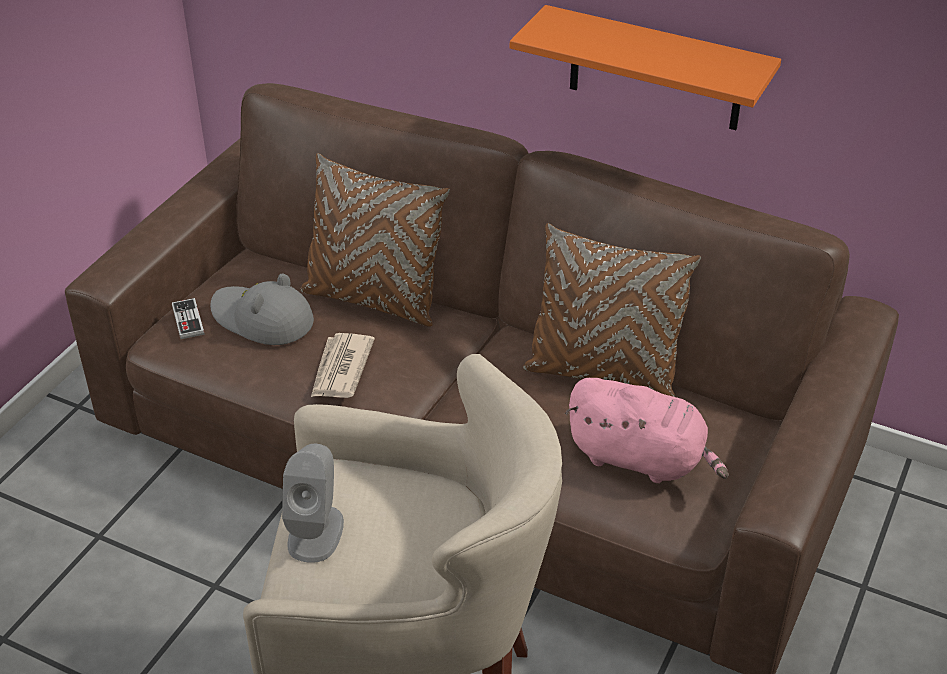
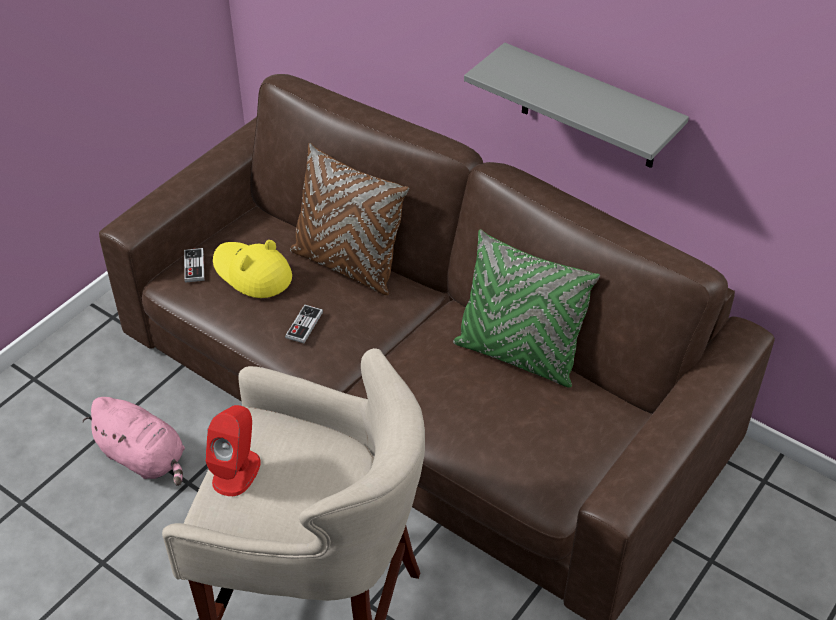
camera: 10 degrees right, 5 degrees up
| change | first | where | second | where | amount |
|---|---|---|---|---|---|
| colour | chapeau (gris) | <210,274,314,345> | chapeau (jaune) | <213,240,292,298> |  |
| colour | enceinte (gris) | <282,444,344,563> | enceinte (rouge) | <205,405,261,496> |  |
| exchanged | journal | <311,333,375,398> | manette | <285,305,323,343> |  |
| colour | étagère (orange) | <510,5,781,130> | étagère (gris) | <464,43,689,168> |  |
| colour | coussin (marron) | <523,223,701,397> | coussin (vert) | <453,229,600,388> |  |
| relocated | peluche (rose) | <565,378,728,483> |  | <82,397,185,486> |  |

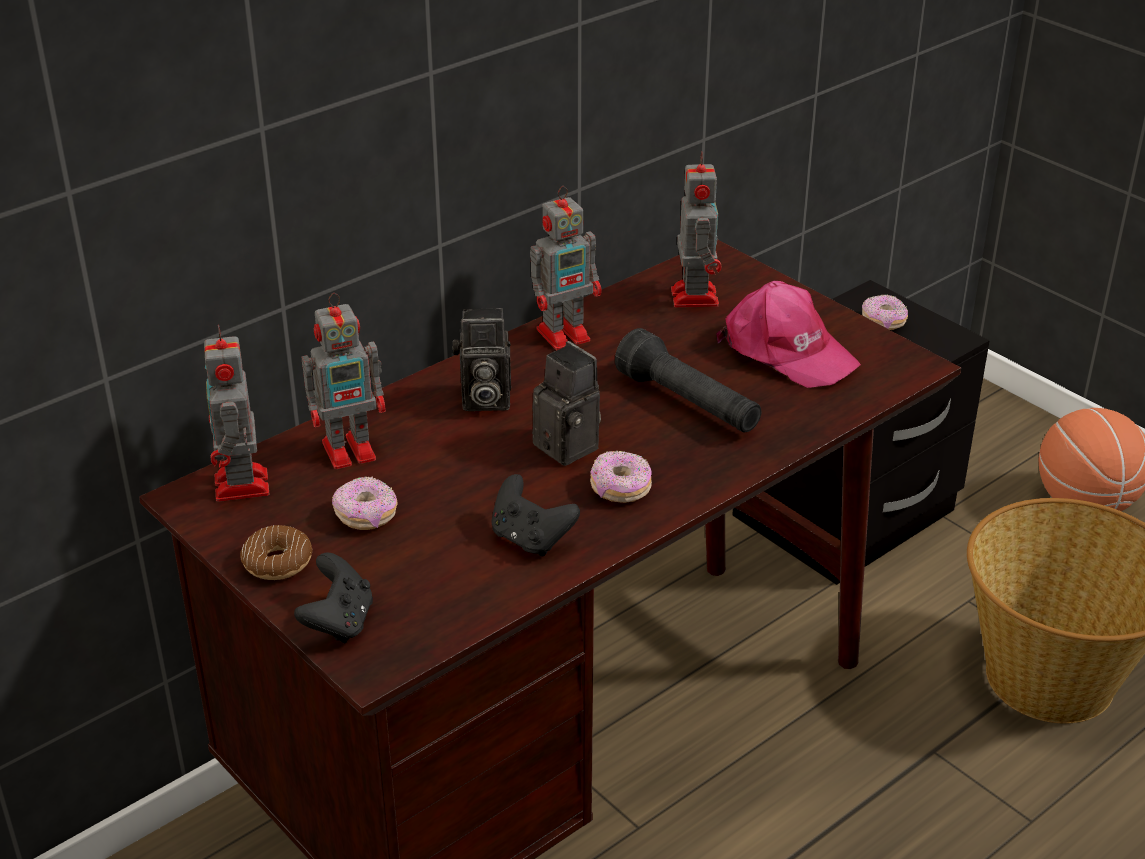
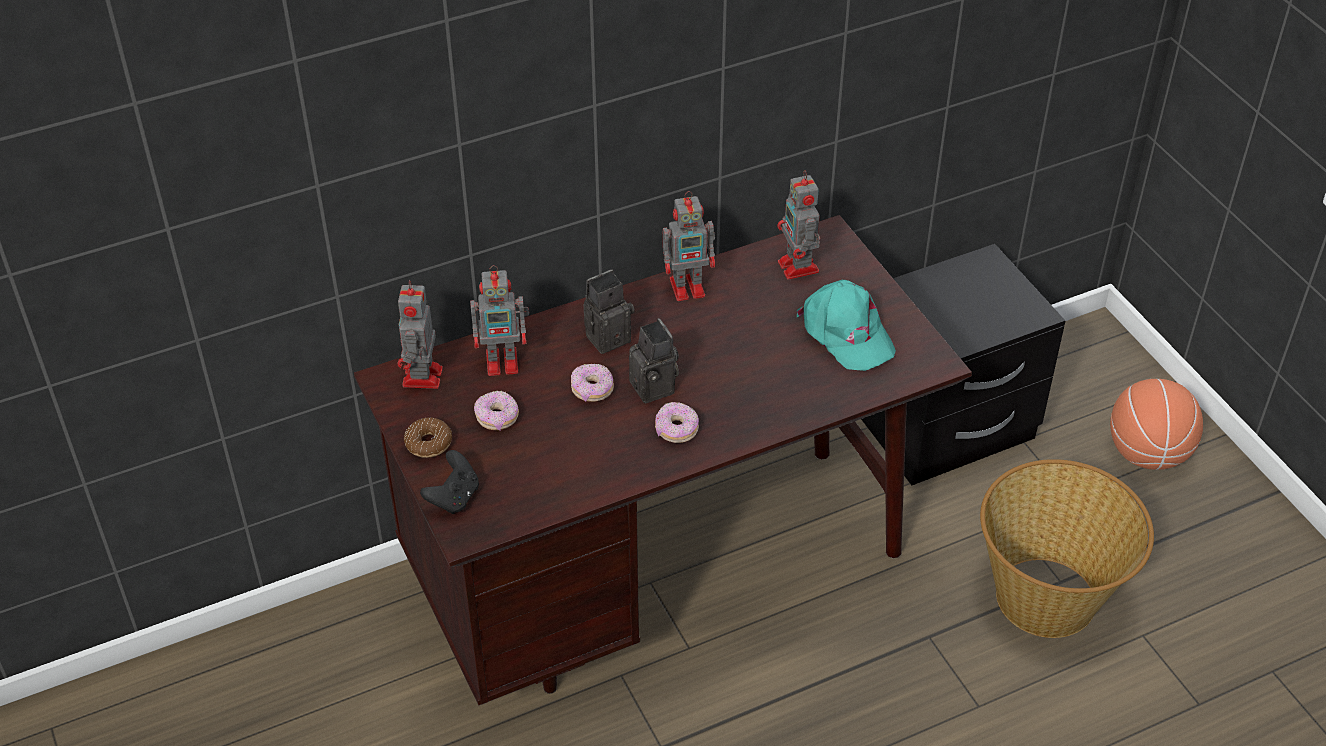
camera: 15 degrees right, 10 degrees up
| change | first | where | second | where | amount |
|---|---|---|---|---|---|
| spun | appareil photo | <453,308,511,411> |  | <584,270,635,354> | 135 degrees clockwise |
| missing | manette (noir) | <491,474,580,557> |  |  |  |
| missing | lampe de poche (noir) | <615,328,761,432> |  |  |  |
| spun | robot jouet | <671,151,721,308> |  | <777,170,820,280> | 150 degrees clockwise |
| colour | casquette (rose) | <716,281,861,388> | casquette (turquoise) | <797,280,896,371> |  |
| relocated | beignet | <862,295,908,330> |  | <571,364,614,402> |  |

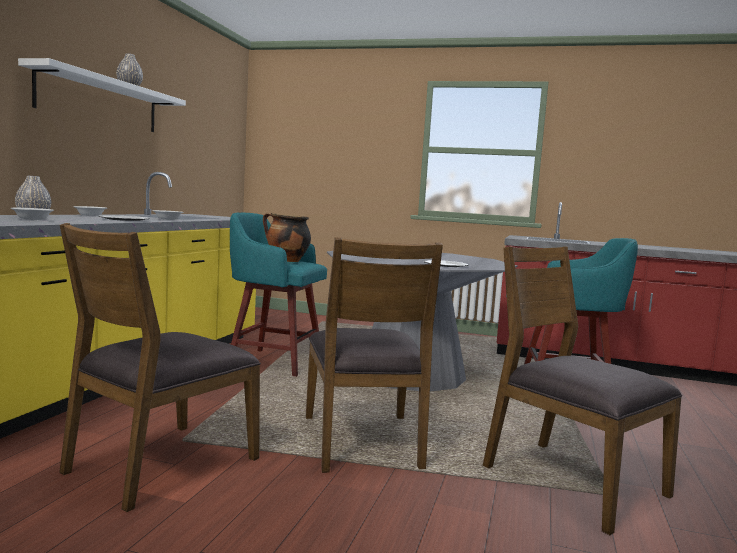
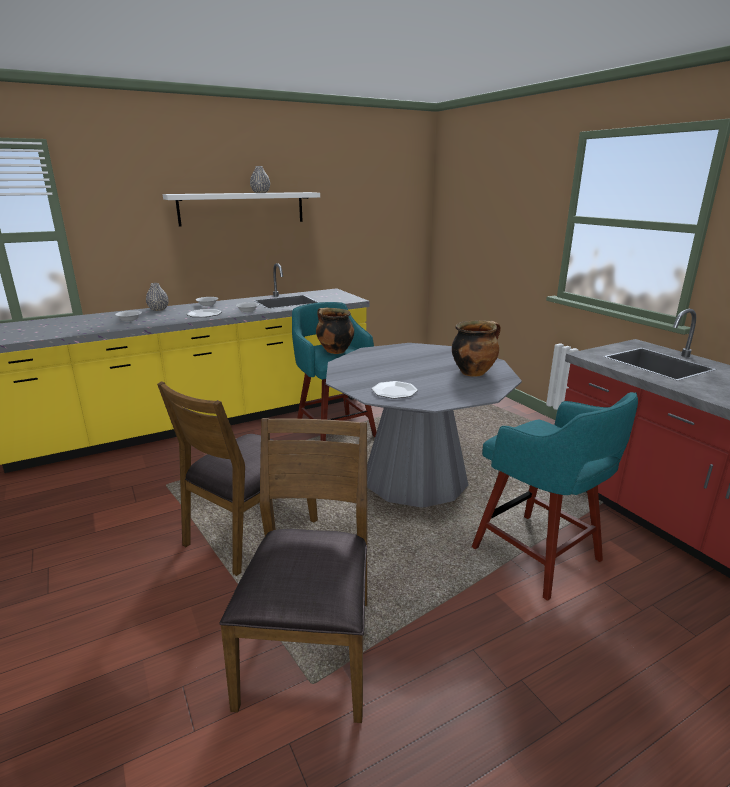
camera: 45 degrees right, 15 degrees up
| change | first | where | second | where | amount |
|---|---|---|---|---|---|
| missing | chaise (marron) | <59,223,261,512> |  |  |  |
| appeared |  |  | marmite | <452,320,501,377> |  |

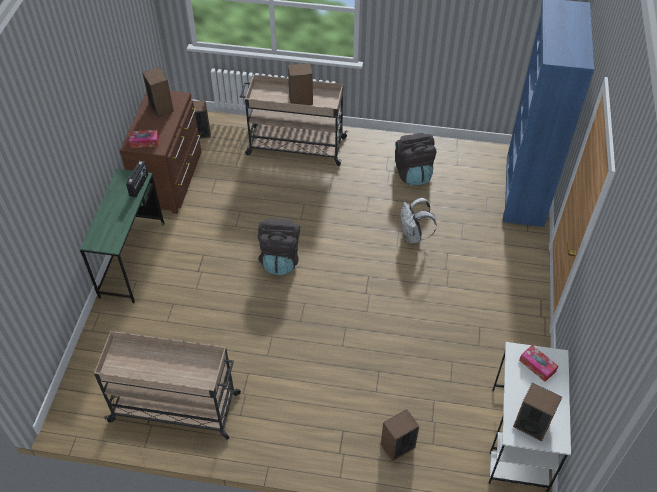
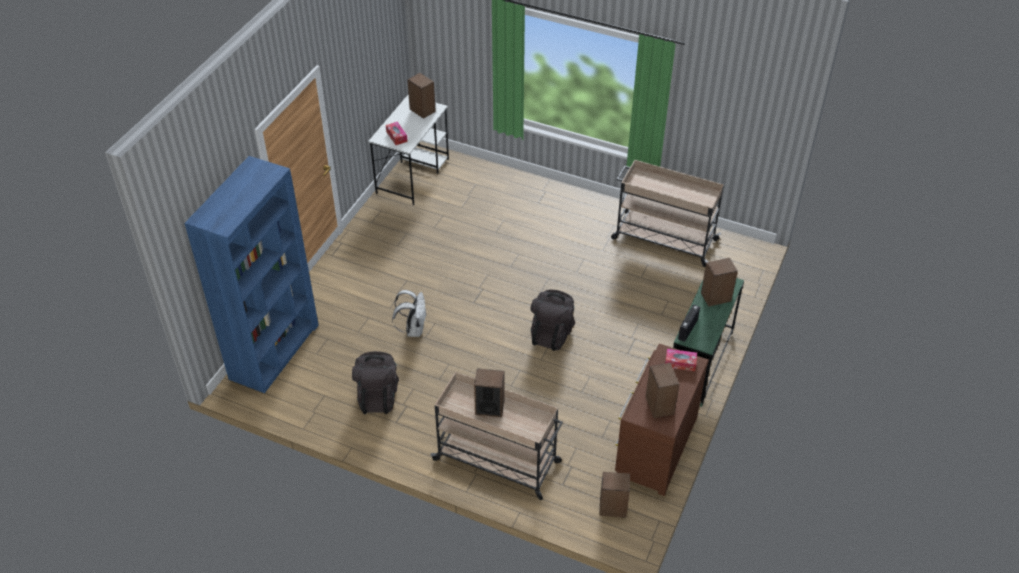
camera: 165 degrees left, 5 degrees down
| change | first | where | second | where | amount |
|---|---|---|---|---|---|
| relocated | enceinte | <381,409,419,461> |  | <701,258,738,307> |  |

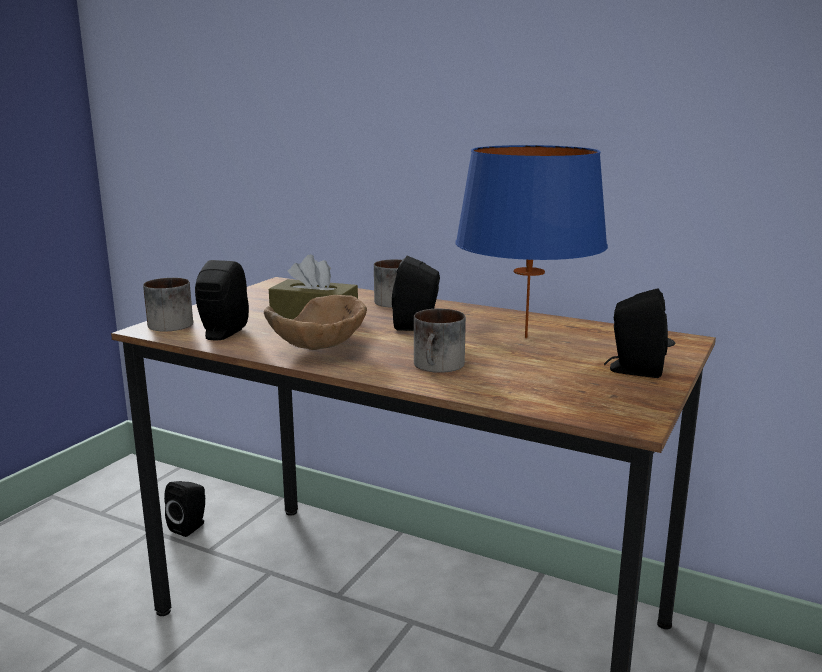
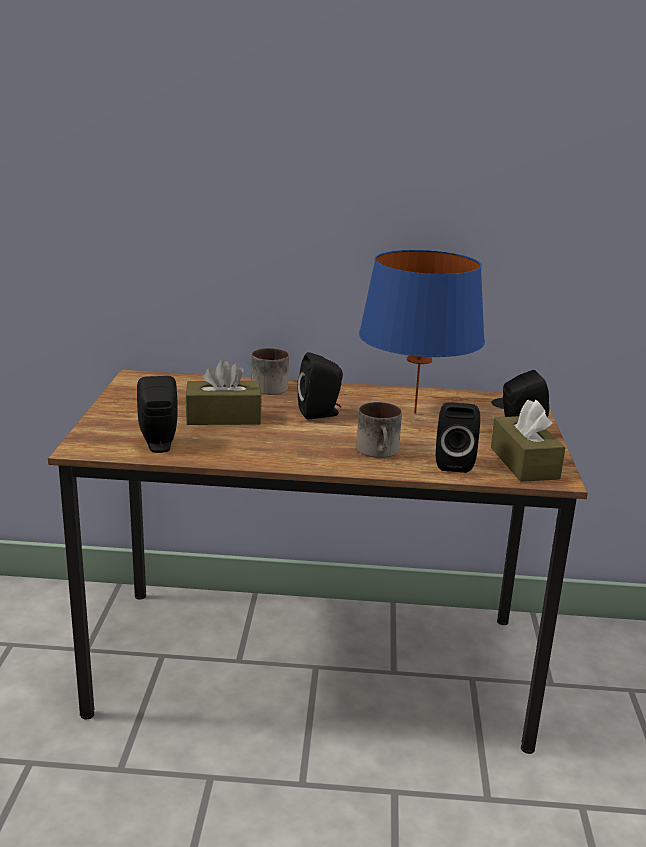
camera: 25 degrees left, 5 degrees up
| change | first | where | second | where | amount |
|---|---|---|---|---|---|
| missing | mug | <143,278,193,332> |  |  |  |
| relocated | enceinte (noir) | <164,481,205,537> |  | <436,402,480,473> |  |
| missing | bol (marron) | <264,295,367,350> |  |  |  |
| appeared |  |  | boîte à mouchoirs (marron) | <491,400,565,482> |  |

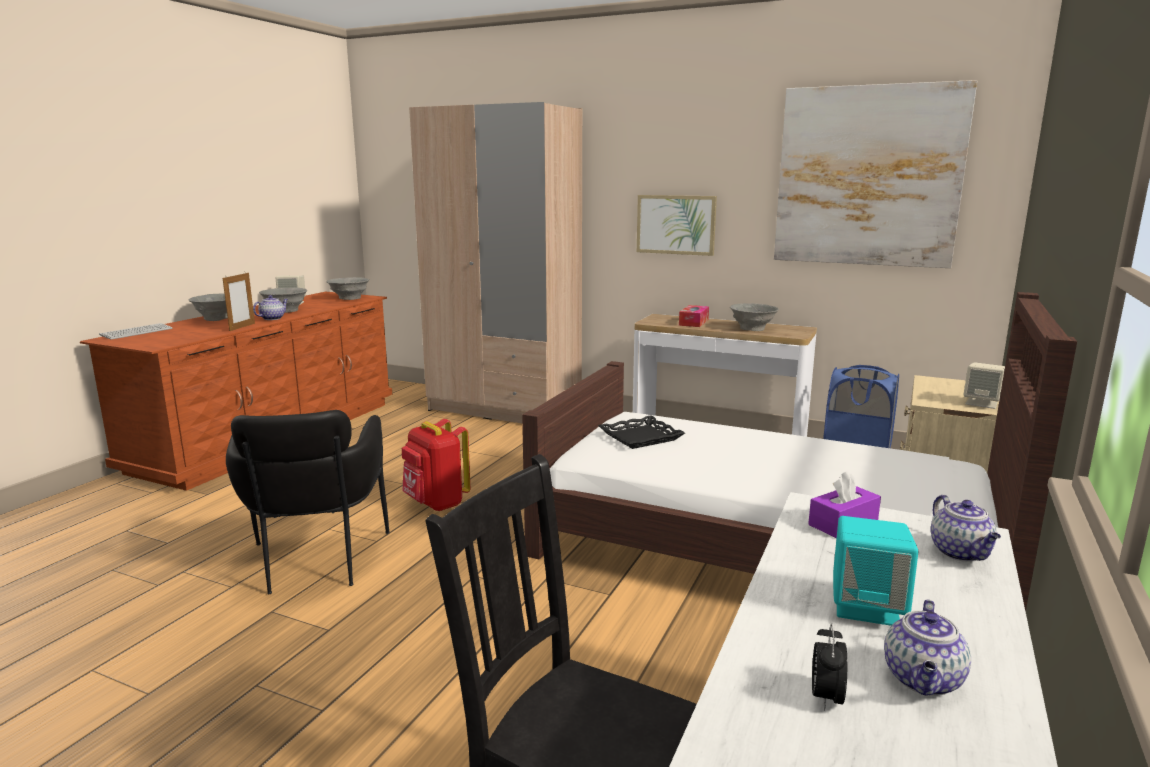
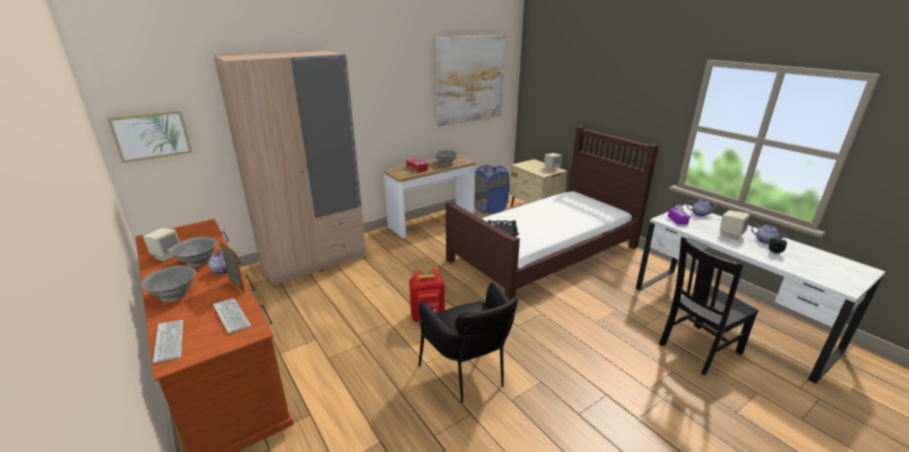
camera: 60 degrees left, 10 degrees up
| change | first | where | second | where | amount |
|---|---|---|---|---|---|
| spun | fauteuil (noir) | <226,410,390,594> |  | <418,282,518,403> | 45 degrees clockwise |
| missing | bol (gris) | <326,277,369,300> |  |  |  |
| relocated | tableau | <637,195,717,256> |  | <107,110,192,163> |  |
| colour | enceinte (turquoise) | <833,516,918,626> | enceinte (beige) | <720,210,750,240> |  |
| appeared |  |  | clavier | <213,299,251,334> |  |

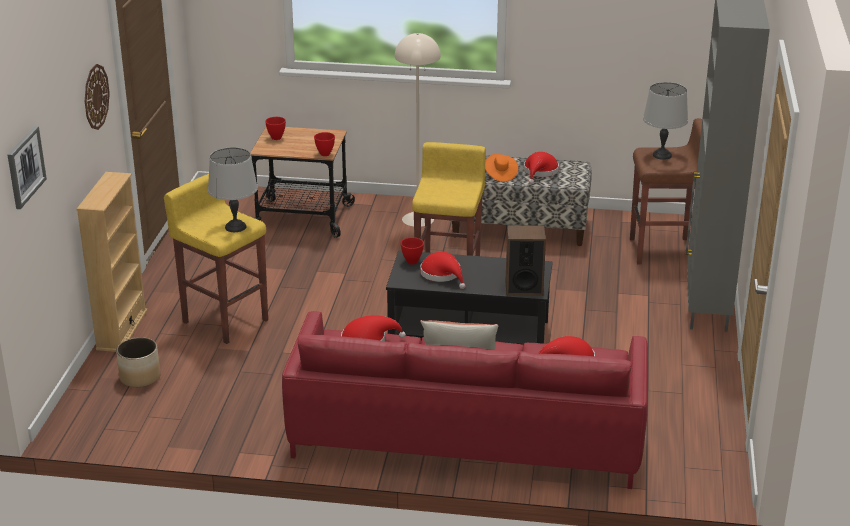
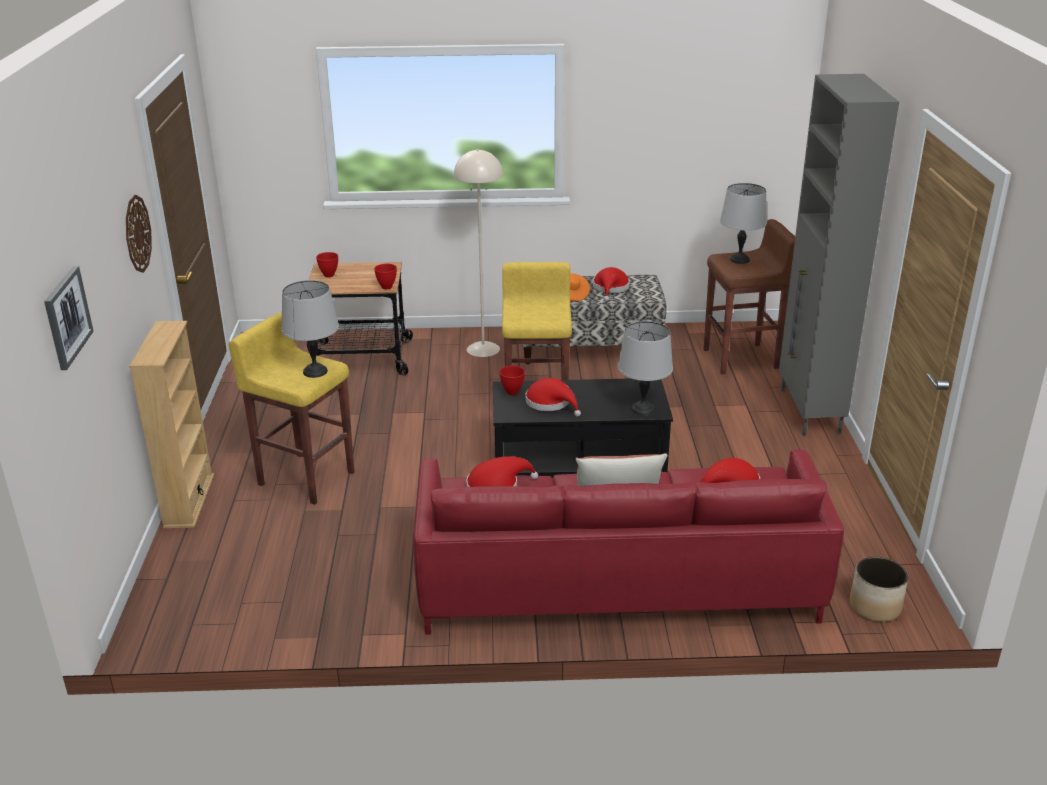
camera: 10 degrees left, 0 degrees up
| change | first | where | second | where | amount |
|---|---|---|---|---|---|
| relocated | cache-pot | <116,337,160,387> |  | <850,557,908,622> |  |
| exchanged | enceinte | <506,225,546,296> | lampe de table (gris) | <618,321,673,415> |  |

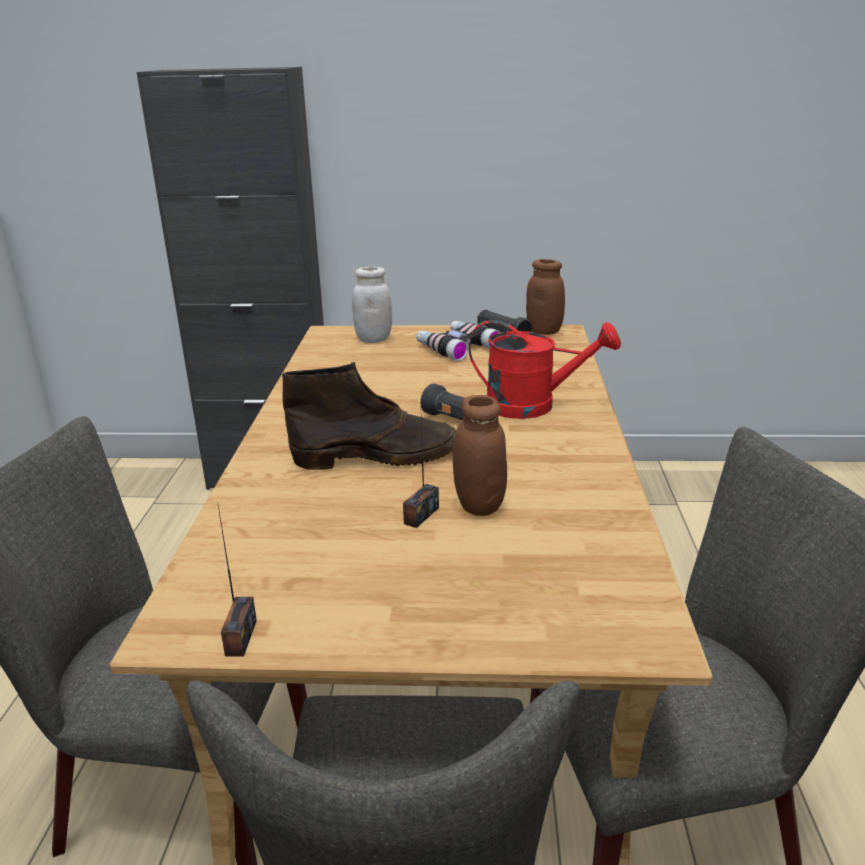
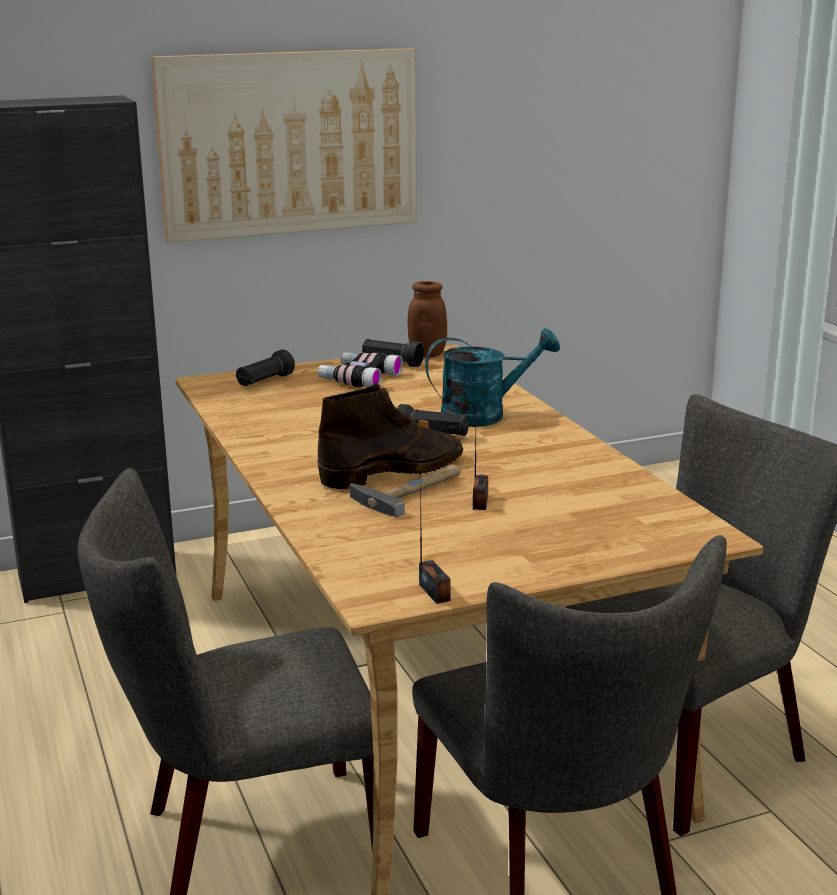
camera: 25 degrees left, 5 degrees down
| change | first | where | second | where | amount |
|---|---|---|---|---|---|
| exchanged | bocal (blanc) | <352,267,392,343> | lampe de poche (noir) | <236,349,295,386> |  |
| missing | bocal (marron) | <453,395,507,516> |  |  |  |
| colour | arrosoir (rouge) | <469,320,621,419> | arrosoir (turquoise) | <425,328,560,427> |  |
| appeared |  |  | tableau | <151,48,417,242> |  |
| appeared |  |  | marteau | <350,465,460,517> |  |

